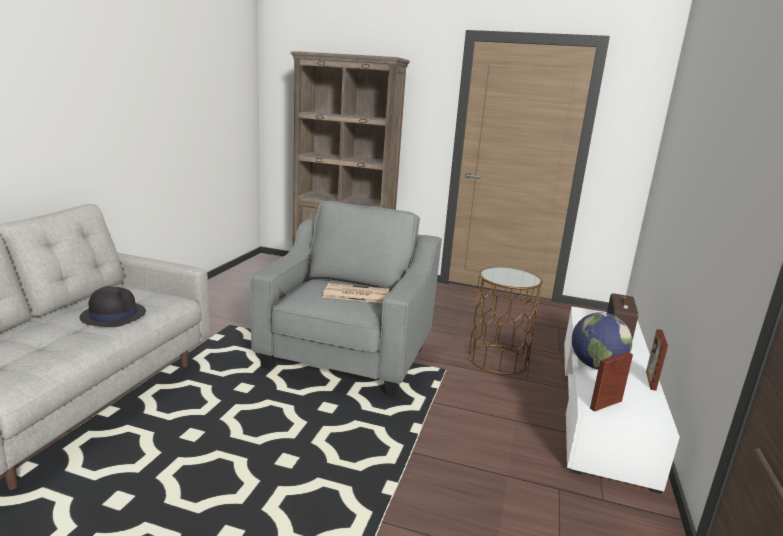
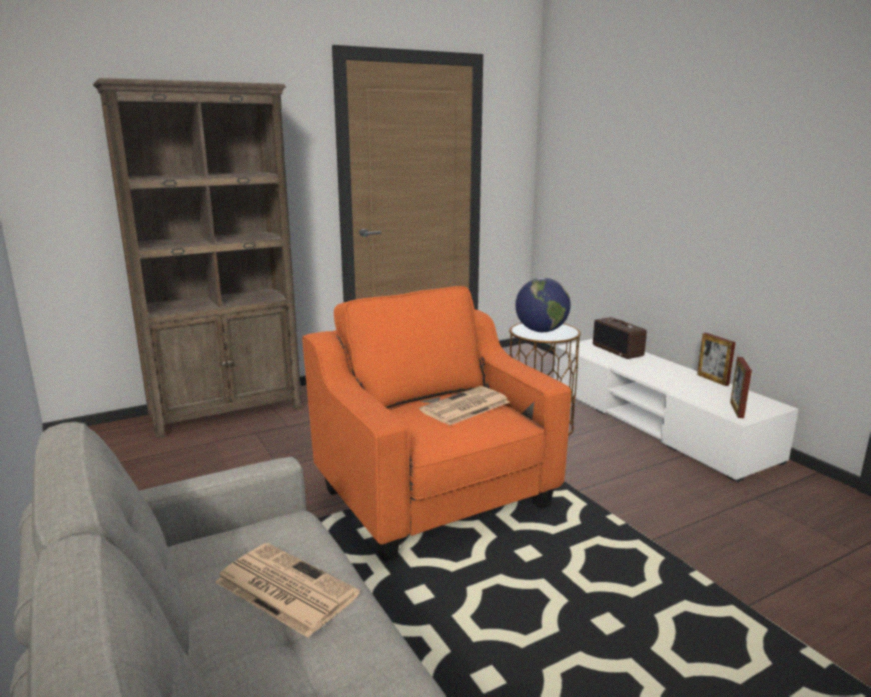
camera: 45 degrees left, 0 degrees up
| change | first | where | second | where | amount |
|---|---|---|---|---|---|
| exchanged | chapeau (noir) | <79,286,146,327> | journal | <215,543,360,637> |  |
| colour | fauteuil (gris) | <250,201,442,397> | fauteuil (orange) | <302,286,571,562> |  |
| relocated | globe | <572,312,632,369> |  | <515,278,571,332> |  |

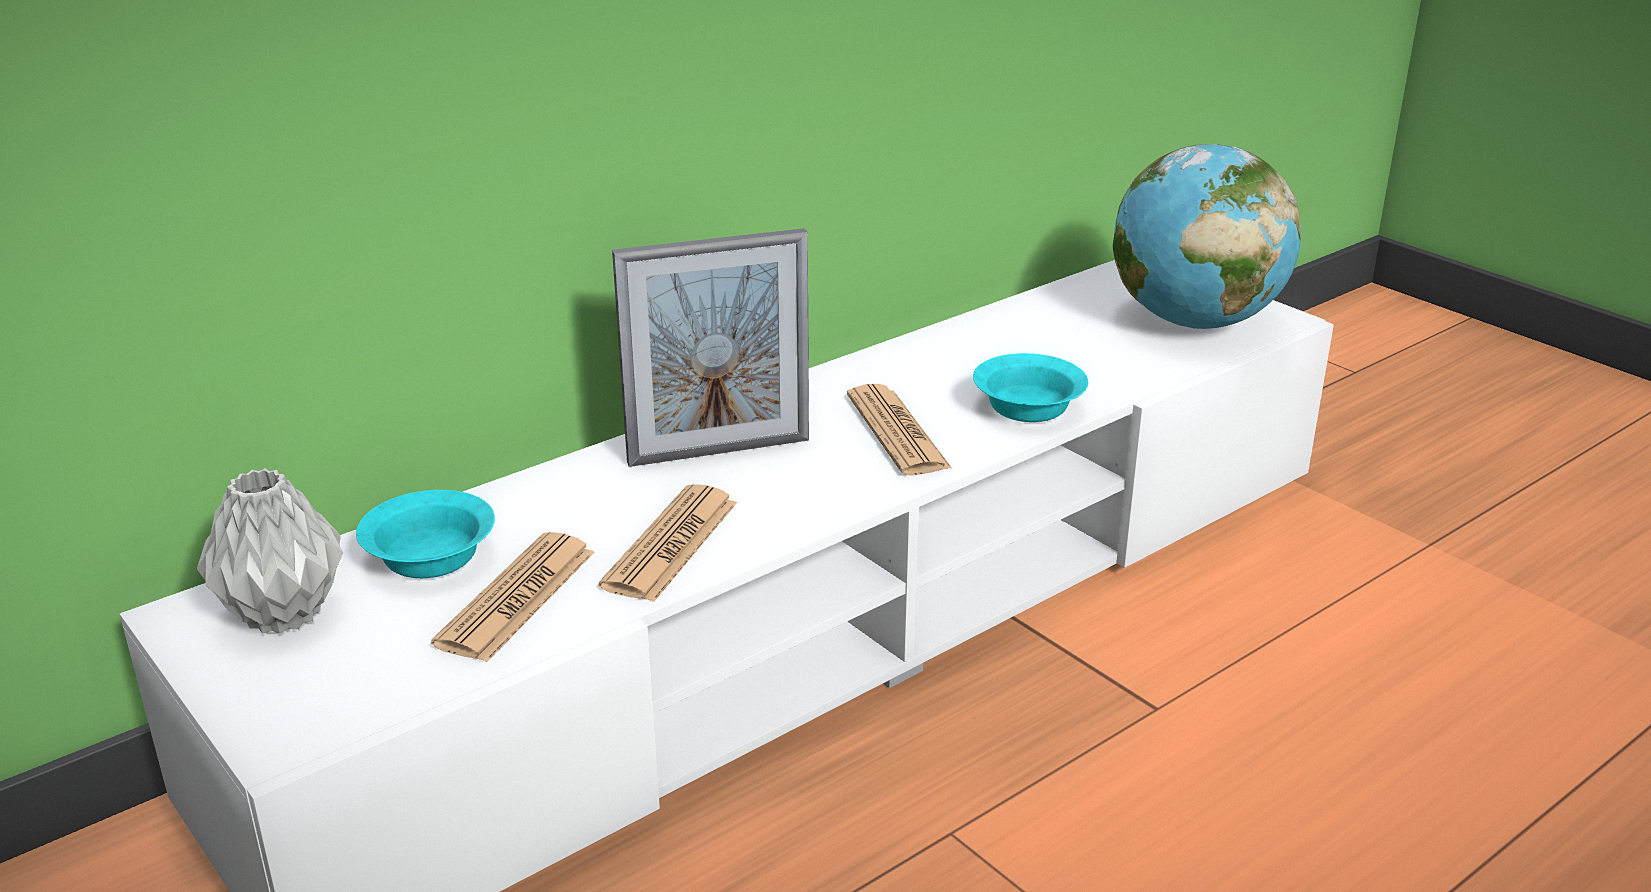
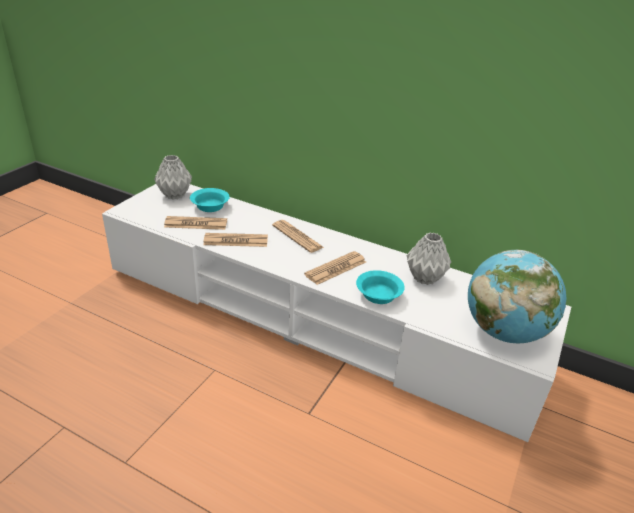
camera: 65 degrees right, 5 degrees up
| change | first | where | second | where | amount |
|---|---|---|---|---|---|
| exchanged | cadre photo | <612,228,809,467> | journal | <272,220,324,253> |  |
| appeared |  |  | vase (gris) | <407,233,451,285> |  |

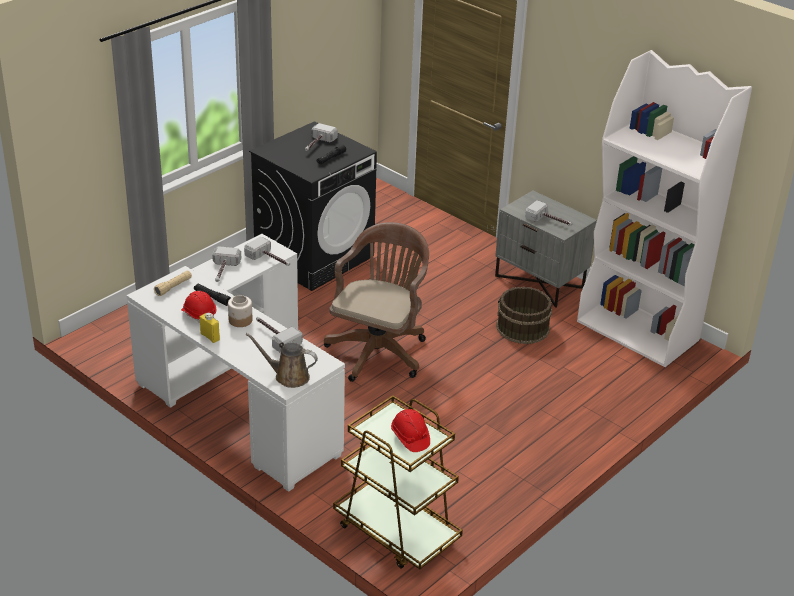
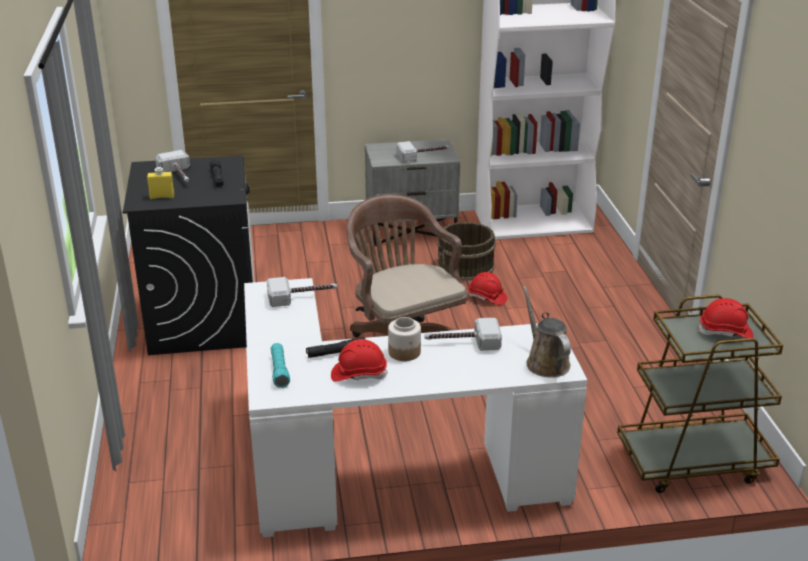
camera: 50 degrees left, 5 degrees down
| change | first | where | second | where | amount |
|---|---|---|---|---|---|
| colour | lampe de poche (beige) | <154,271,192,296> | lampe de poche (turquoise) | <271,343,290,388> |  |
| relocated | bouteille (jaune) | <200,313,220,343> |  | <147,167,174,199> |  |
| missing | marteau | <212,246,241,282> |  |  |  |
| spun | arrosoir (marron) | <246,333,318,388> |  | <523,286,571,378> | 105 degrees clockwise |
| appeared |  |  | casque de chantier (rouge) | <469,272,507,305> |  |

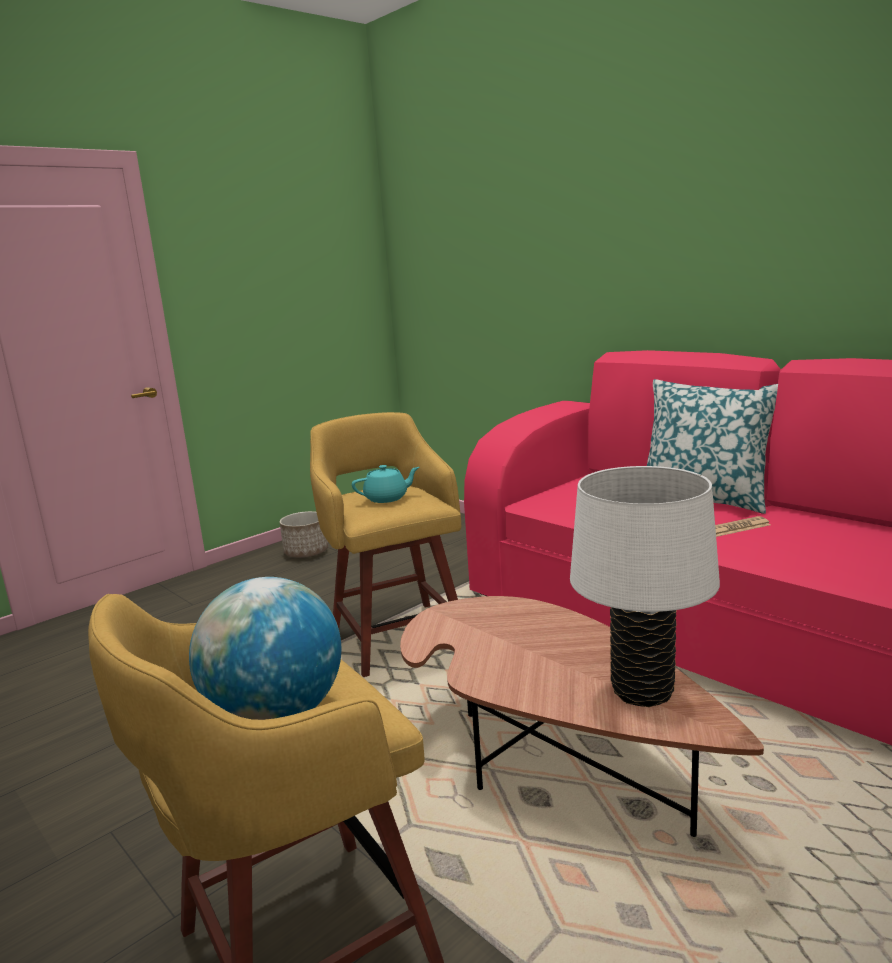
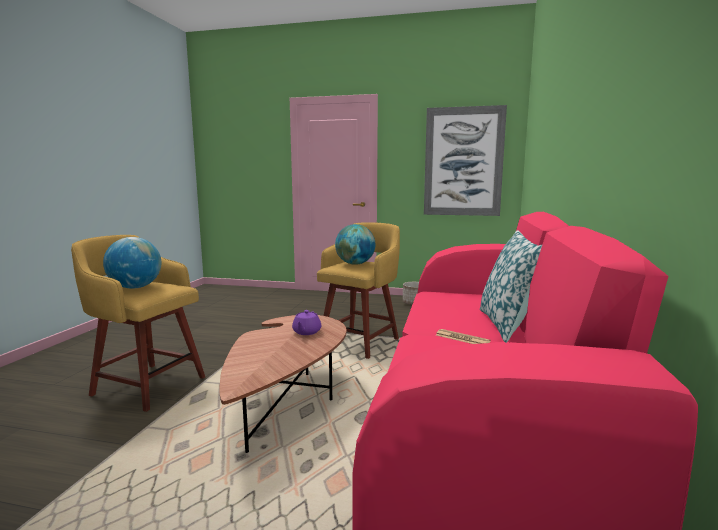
camera: 55 degrees right, 5 degrees down
| change | first | where | second | where | amount |
|---|---|---|---|---|---|
| exchanged | théière (turquoise) | <352,465,419,503> | globe | <335,224,376,265> |  |
| missing | lampe de table (blanc) | <570,466,720,707> |  |  |  |
| appeared |  |  | théière (violet) | <292,310,321,335> |  |
| appeared |  |  | tableau | <424,105,507,216> |  |

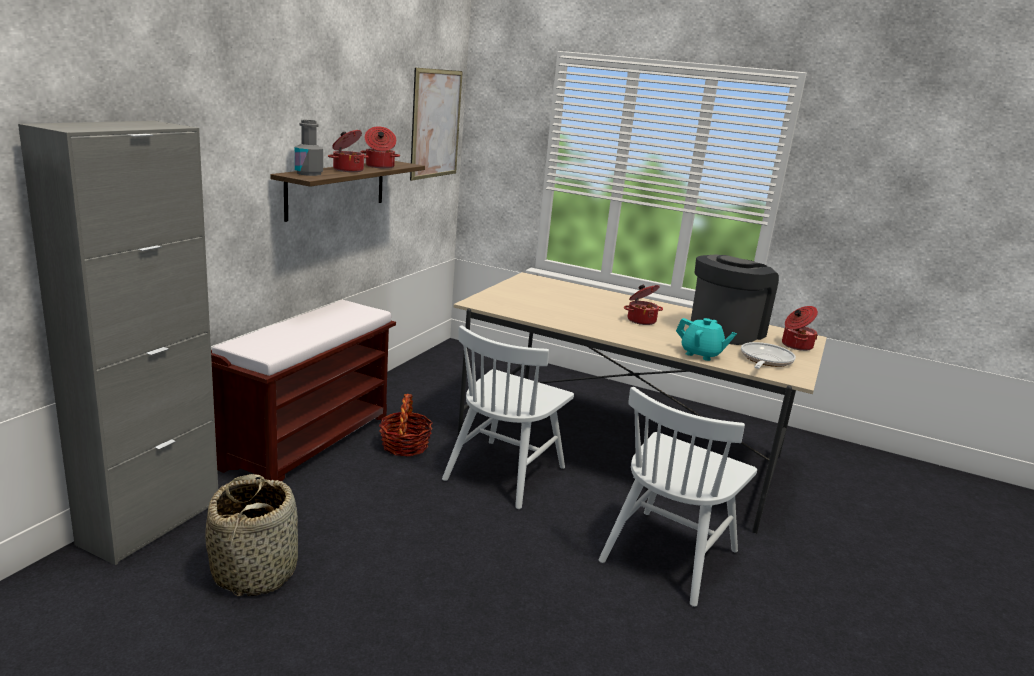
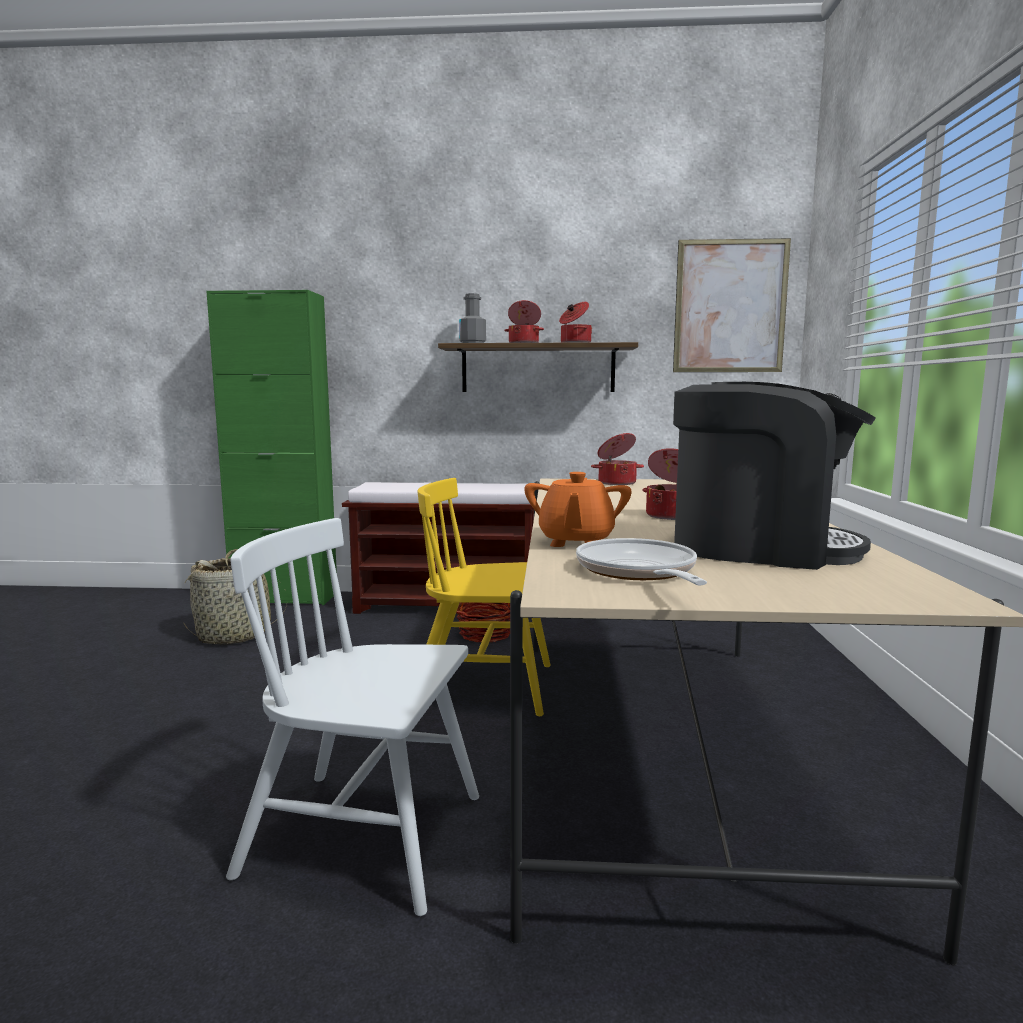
camera: 70 degrees right, 10 degrees down
| change | first | where | second | where | amount |
|---|---|---|---|---|---|
| colour | meuble de rangement (gris) | <18,121,218,565> | meuble de rangement (vert) | <206,290,337,605> |  |
| colour | chaise (blanc) | <442,326,574,509> | chaise (jaune) | <418,478,551,716> |  |
| colour | théière (turquoise) | <676,318,737,361> | théière (orange) | <524,472,632,547> |  |
| spun | poêle | <741,342,796,369> |  | <576,538,707,585> | 105 degrees counterclockwise |
| relocated | marmite | <782,306,818,351> |  | <591,433,644,485> |  |

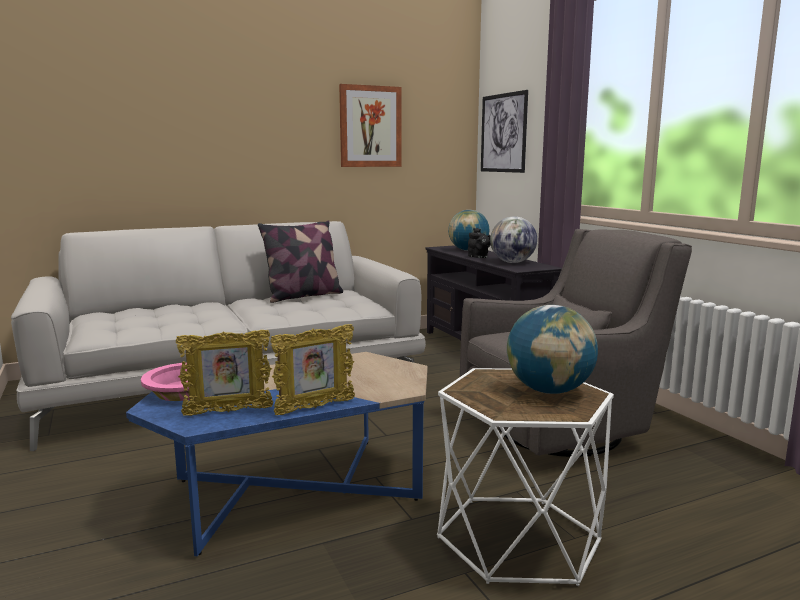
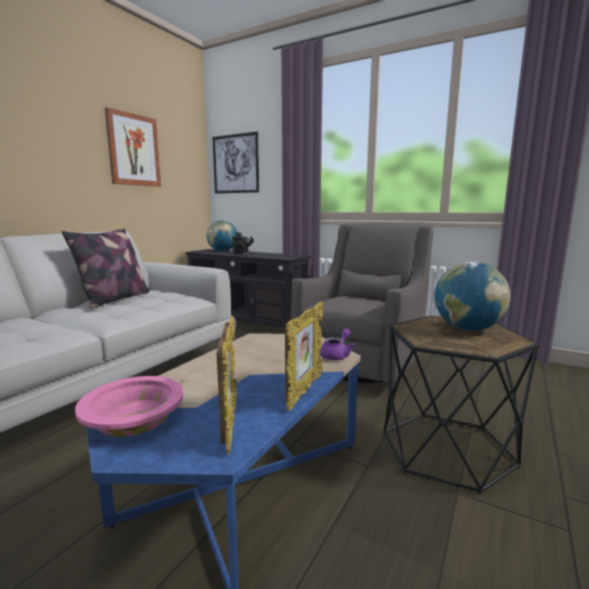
camera: 35 degrees left, 0 degrees up
| change | first | where | second | where | amount |
|---|---|---|---|---|---|
| spun | cadre photo | <176,330,273,416> |  | <216,316,237,454> | 45 degrees counterclockwise |
| colour | table d'appoint (blanc) | <437,368,614,586> | table d'appoint (noir) | <383,316,540,494> |  |
| missing | globe | <490,216,537,263> |  |  |  |
| appeared |  |  | théière (violet) | <320,328,355,360> |  |

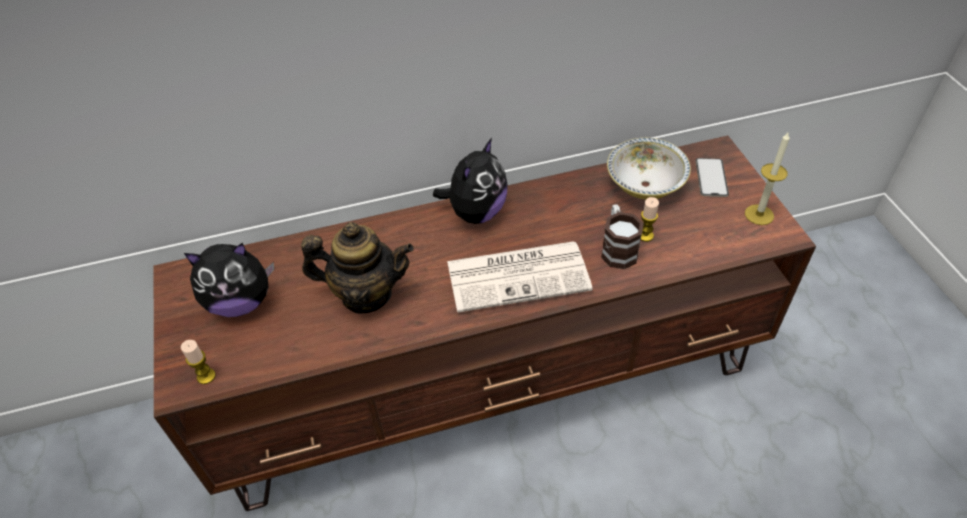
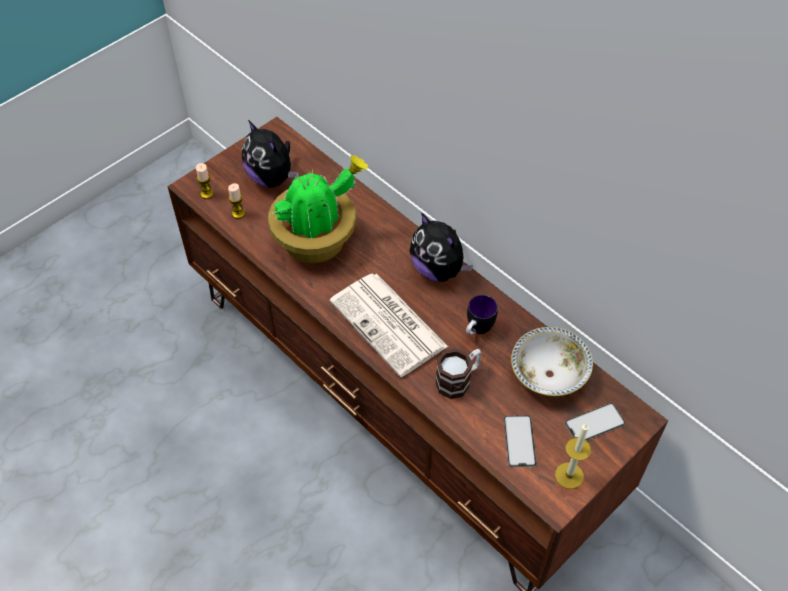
camera: 60 degrees right, 5 degrees up
| change | first | where | second | where | amount |
|---|---|---|---|---|---|
| exchanged | théière | <301,222,414,314> | plante en pot | <268,155,369,263> |  |
| spun | peluche | <433,138,507,224> |  | <410,212,473,282> | 45 degrees clockwise |
| relocated | bougie | <641,197,659,242> |  | <228,183,245,219> |  |
| appeared |  |  | mug | <466,295,498,335> |  |
| appeared |  |  | téléphone | <504,415,537,467> |  |

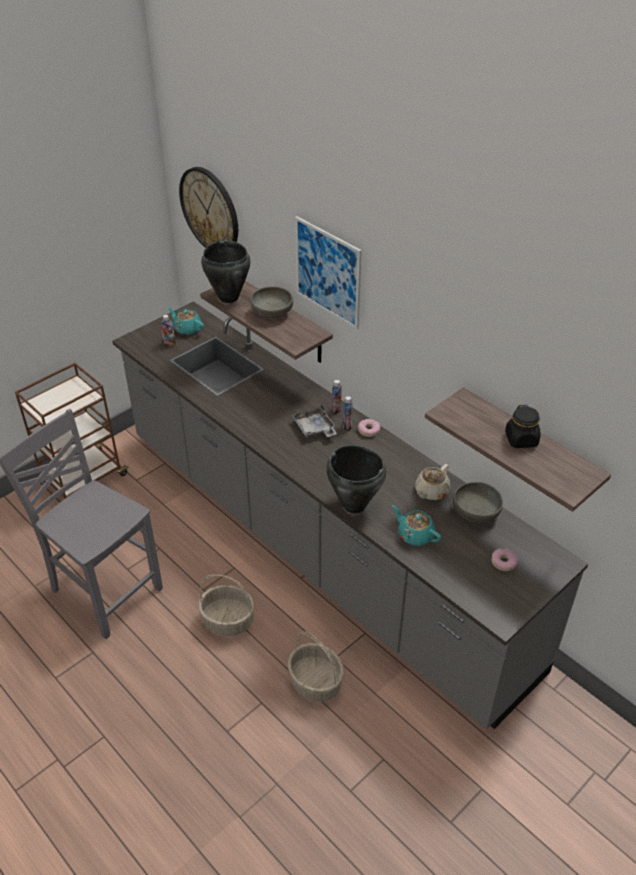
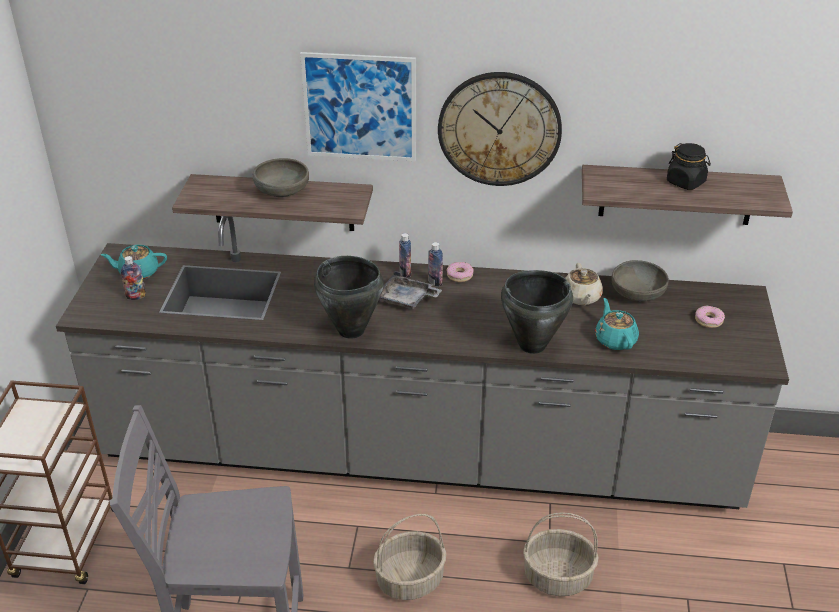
camera: 40 degrees left, 5 degrees down
| change | first | where | second | where | amount |
|---|---|---|---|---|---|
| relocated | horloge murale | <179,167,238,248> |  | <438,72,562,186> |  |
| relocated | marmite (noir) | <201,241,250,303> |  | <314,256,384,339> |  |
| spun | théière (turquoise) | <392,505,441,546> |  | <595,298,639,350> | 75 degrees clockwise |

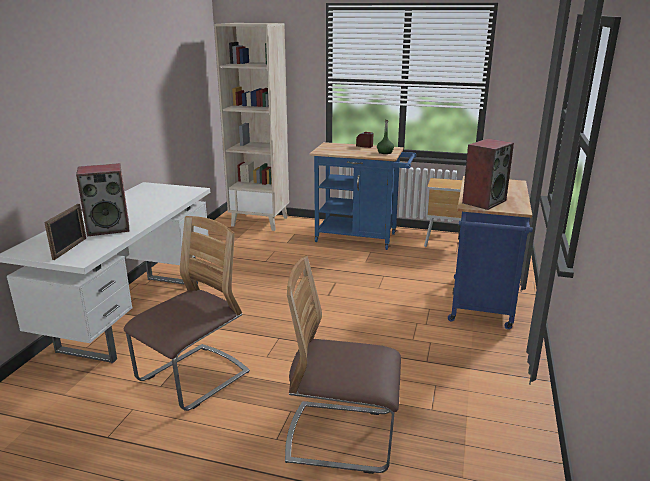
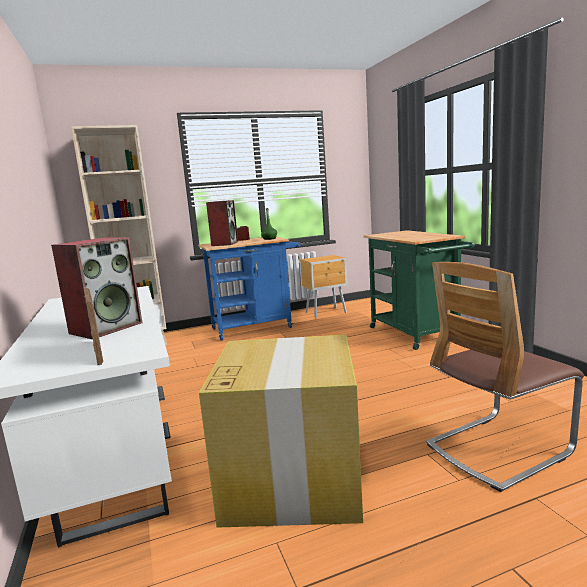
camera: 35 degrees left, 10 degrees down
| change | first | where | second | where | amount |
|---|---|---|---|---|---|
| exchanged | chaise | <124,216,250,411> | carton | <199,335,363,528> |  |
| colour | chariot (bleu) | <448,176,533,329> | chariot (vert) | <363,230,475,350> |  |
| relocated | enceinte | <462,138,514,210> |  | <206,200,238,246> |  |

